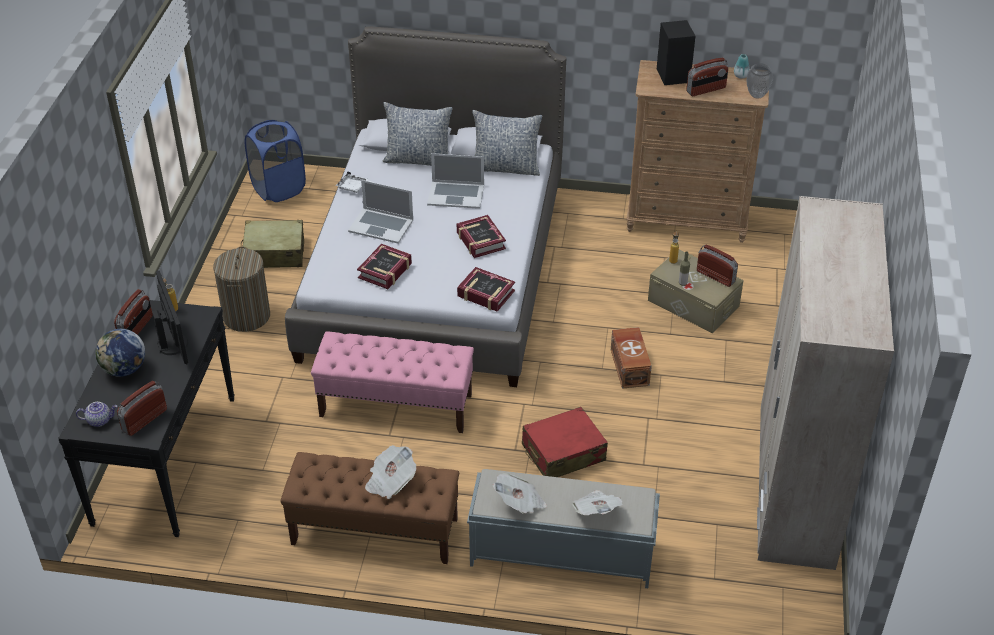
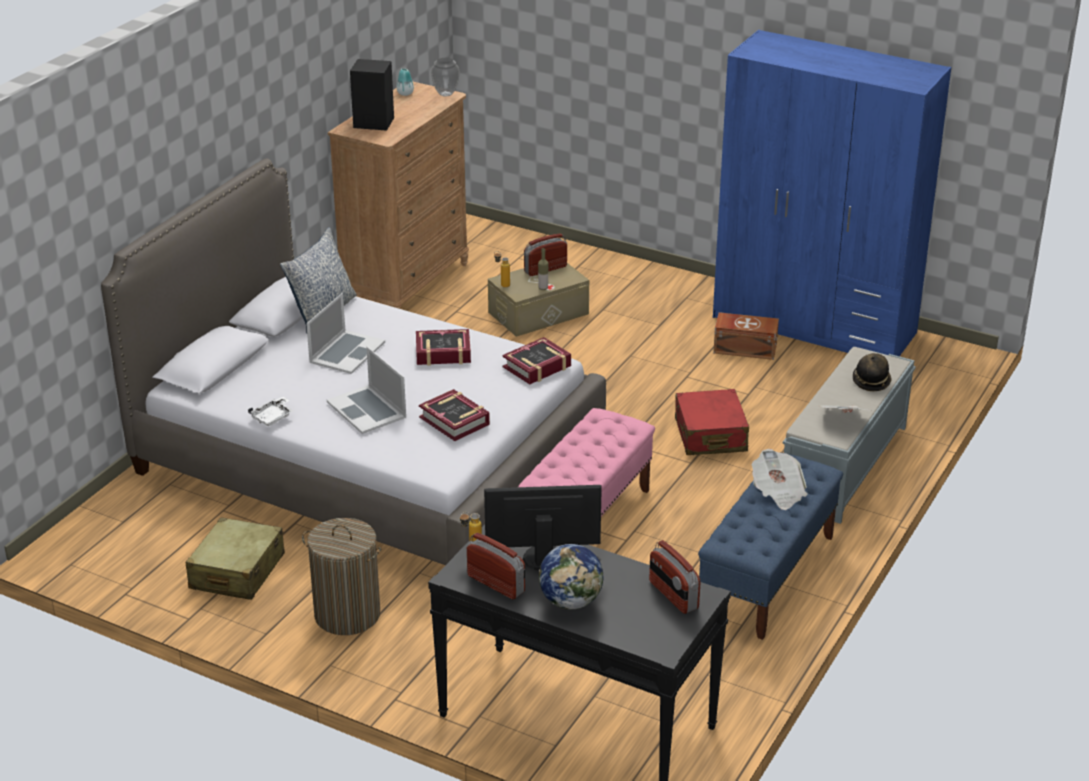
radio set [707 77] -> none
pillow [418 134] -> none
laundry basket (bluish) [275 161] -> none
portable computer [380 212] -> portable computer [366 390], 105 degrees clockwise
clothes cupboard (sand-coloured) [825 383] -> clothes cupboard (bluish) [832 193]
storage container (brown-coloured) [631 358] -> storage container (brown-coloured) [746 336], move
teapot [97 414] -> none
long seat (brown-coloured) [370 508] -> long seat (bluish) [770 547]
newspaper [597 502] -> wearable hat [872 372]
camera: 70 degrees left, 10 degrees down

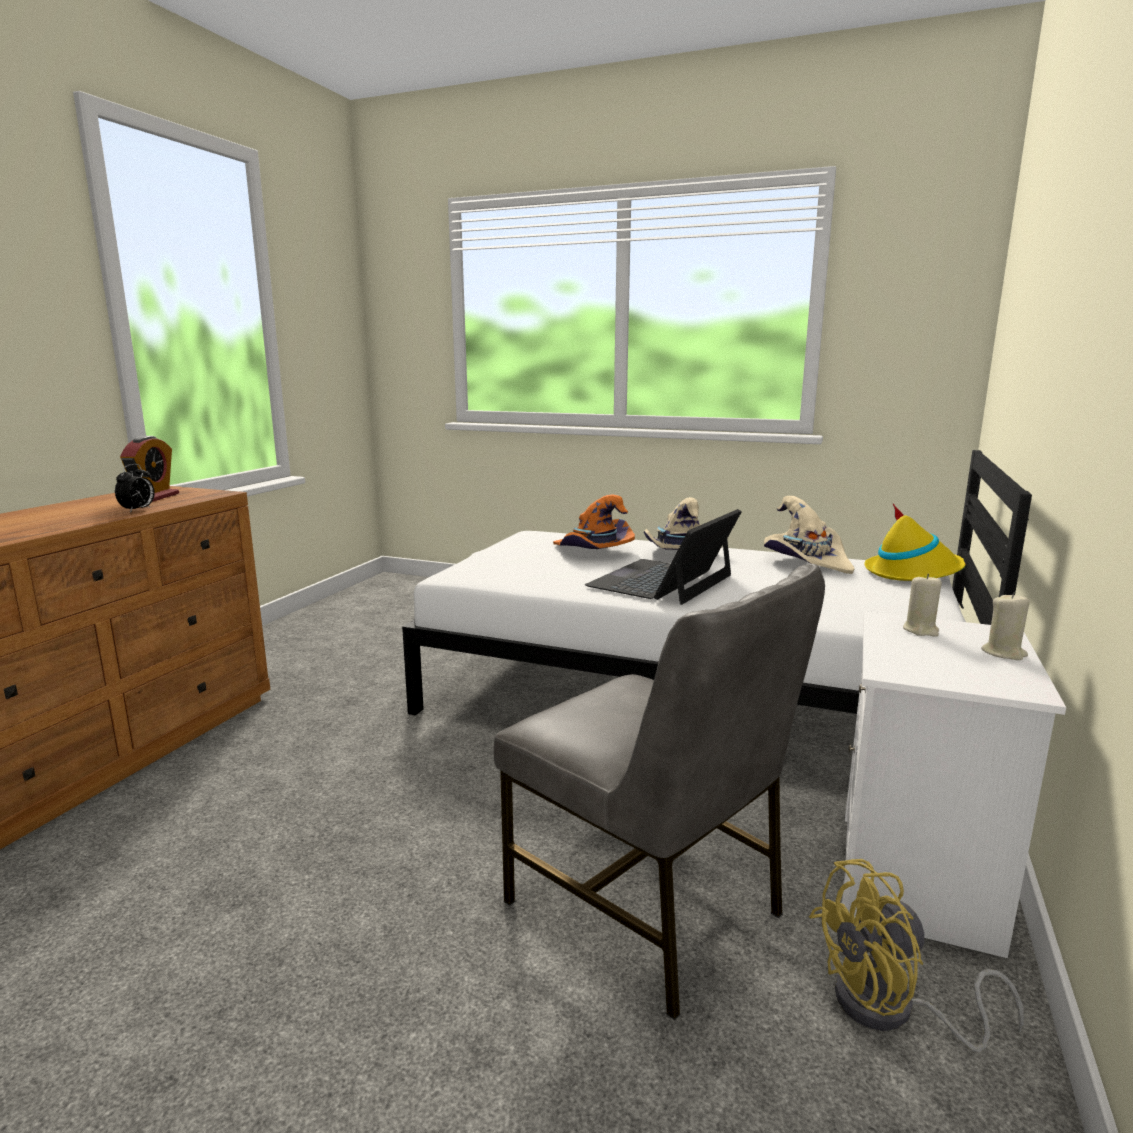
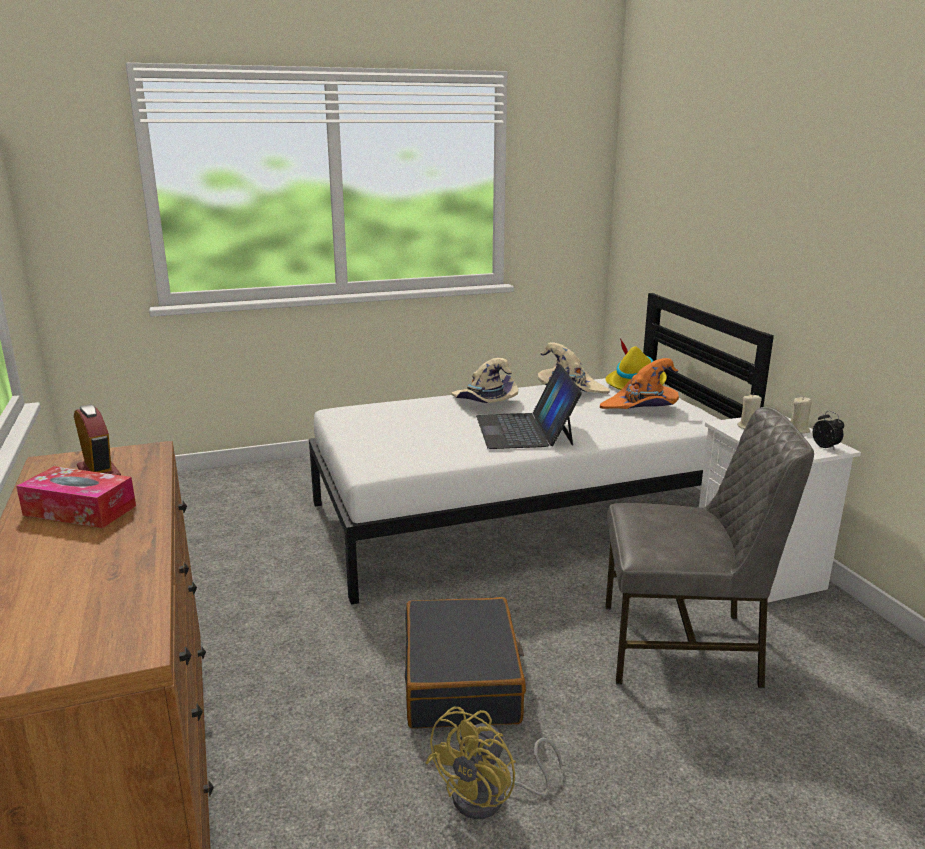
table clock [135 488] -> table clock [828 431], move
wearable hat (orange) [594 522] -> wearable hat (orange) [639 383], move
electric fan (yellow-coloured) [916 955] -> electric fan (yellow-coloured) [493 762], move
none -> box of tissues [76 497]
none -> piece of luggage (blackish) [465 662]
camera: 40 degrees left, 5 degrees up

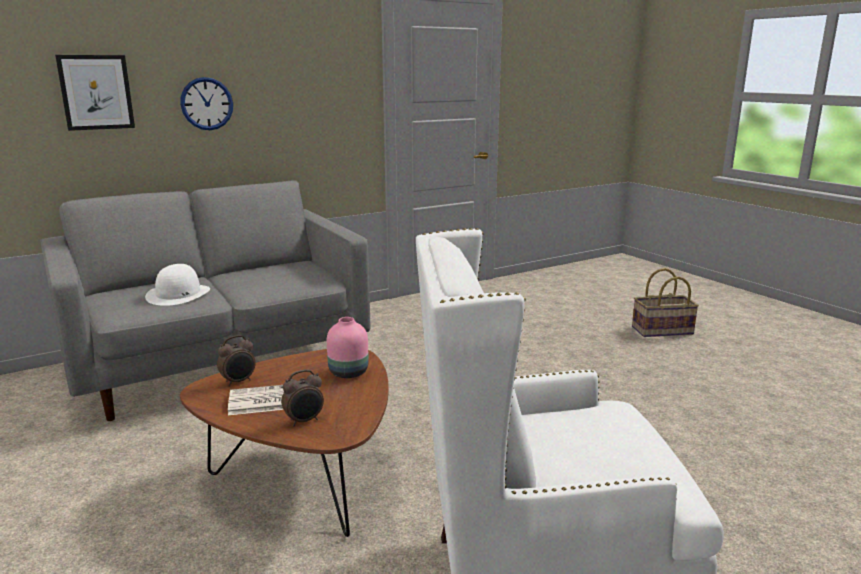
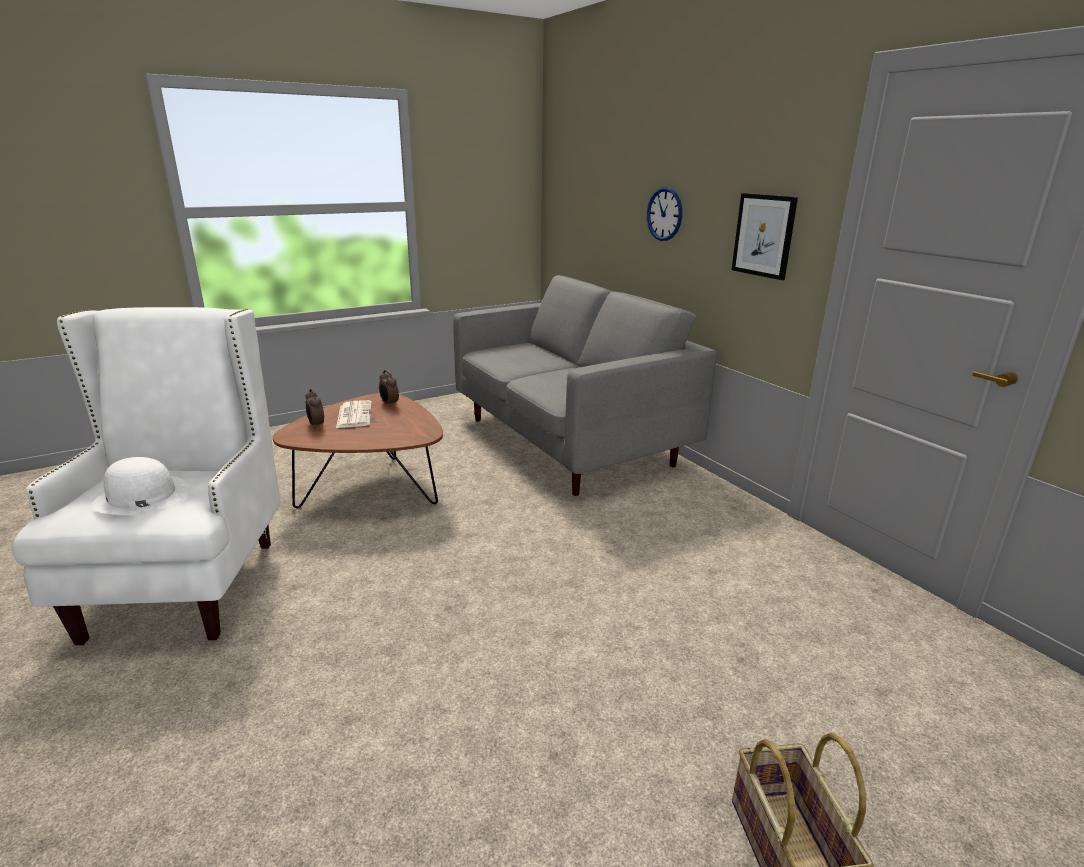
wall art [95 93] -> wall art [765 236], move
wearable hat (white-coloured) [177 285] -> wearable hat (white-coloured) [140 486], move
decorative vase (pink) [348 347] -> none
camera: 90 degrees right, 5 degrees up

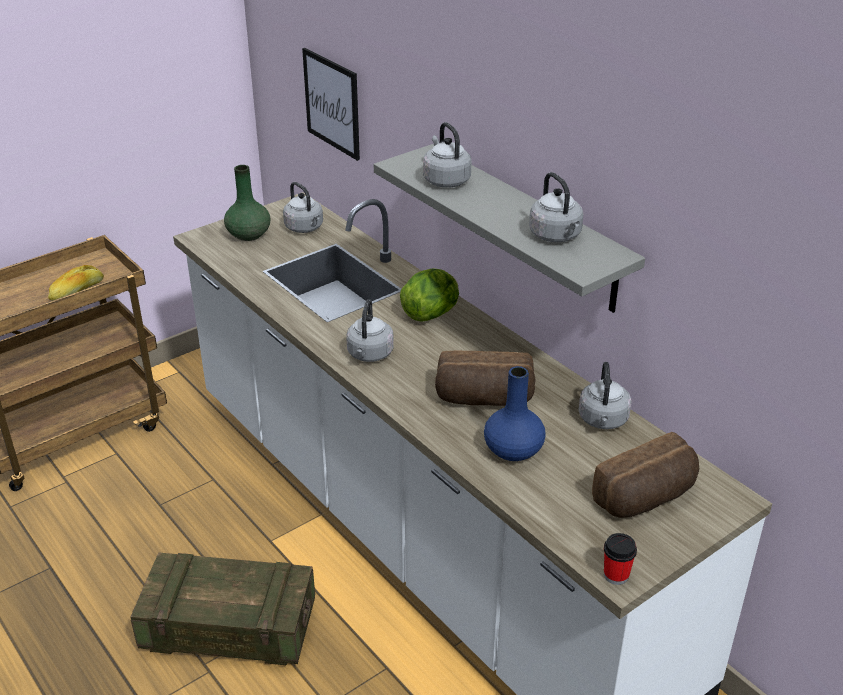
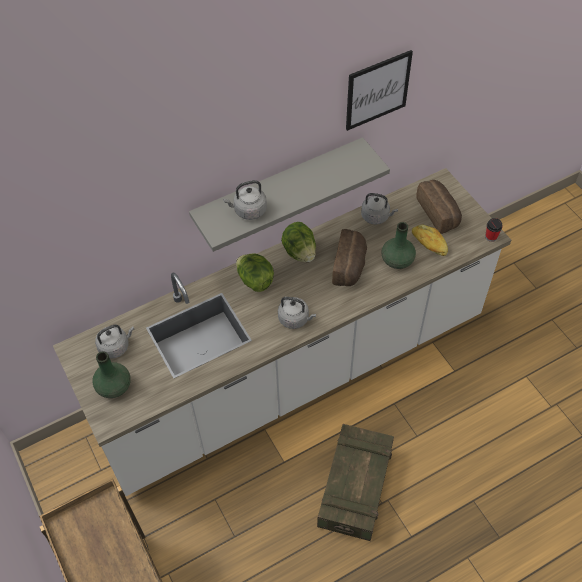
wall art [331 104] -> wall art [379 90], move
kettle (greyish) [556 207] -> none
bakery bread [76 283] -> bakery bread [430 240], move
decorative vase (bluish) [515 413] -> decorative vase (greenish) [398 245]
none -> head of lettuce [298 242]
camera: 80 degrees left, 20 degrees up

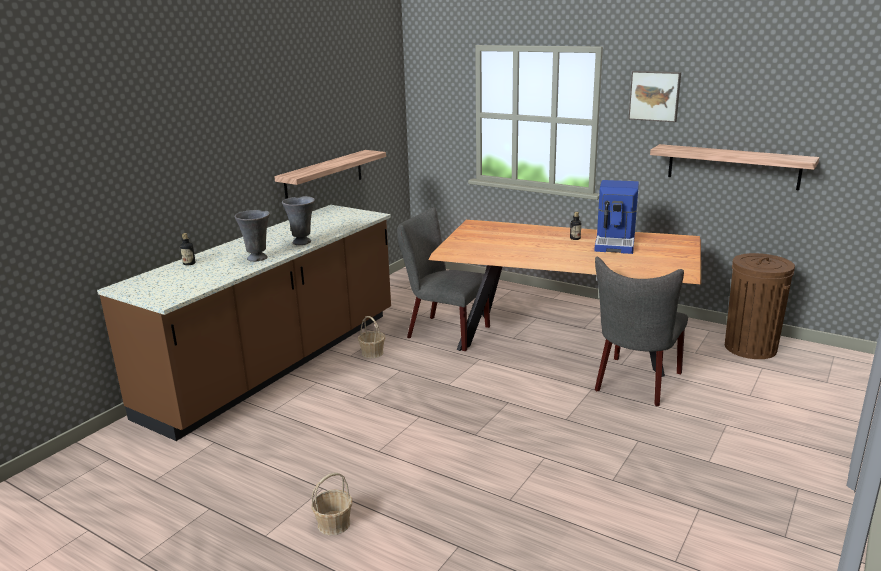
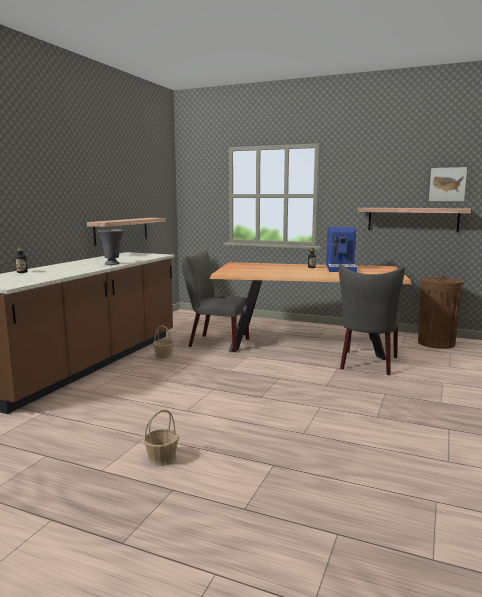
wall art [655 96] -> wall art [448 184], move
decorative vase (greyish) [252 236] -> none
camera: 10 degrees left, 10 degrees down

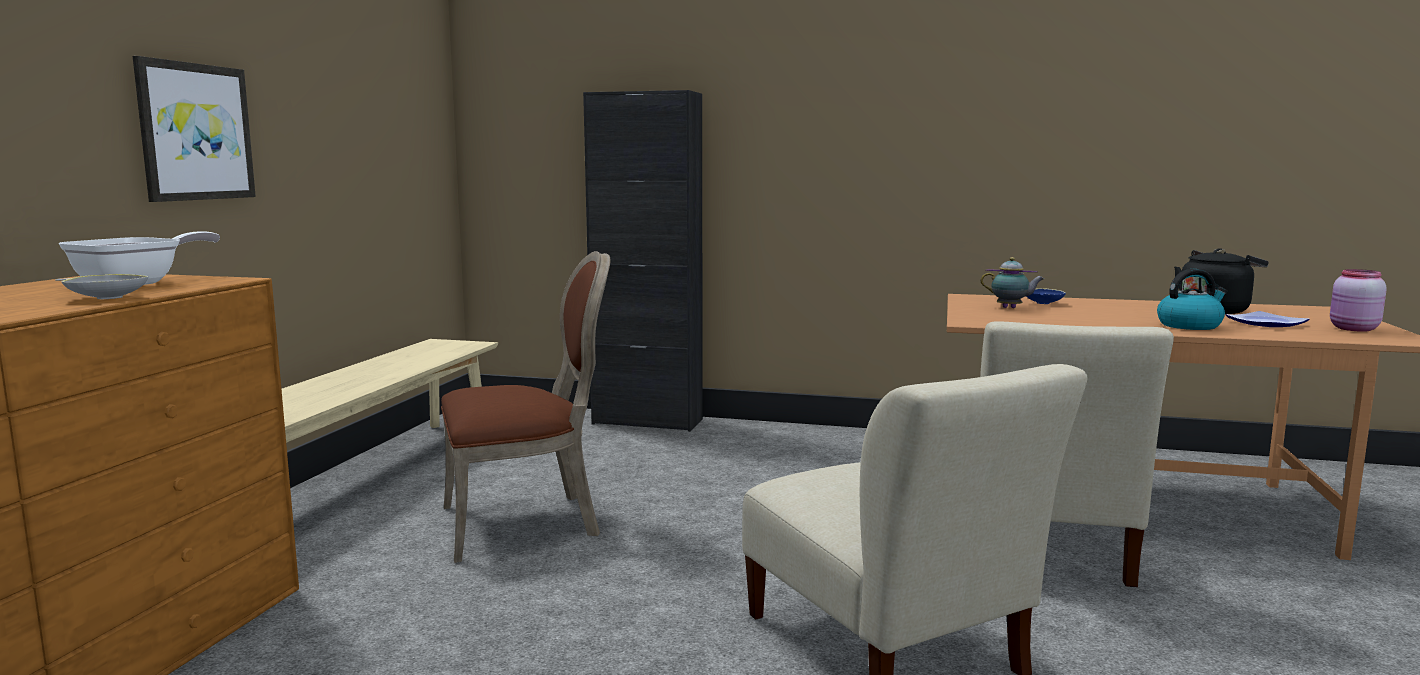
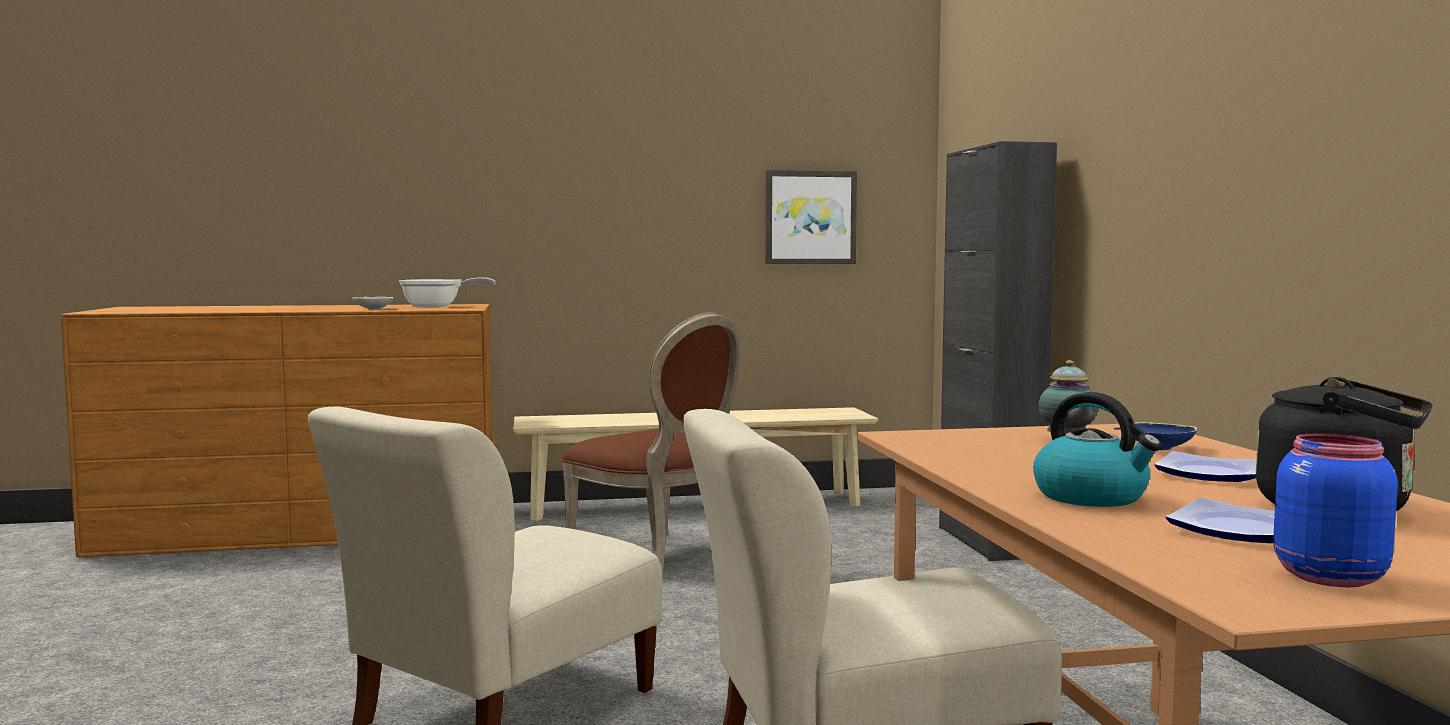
wall art [194 129] -> wall art [811 217], move
jar (pink) [1358 300] -> jar (bluish) [1335 510]
none -> dinner plate [1205 466]
camera: 65 degrees right, 5 degrees down

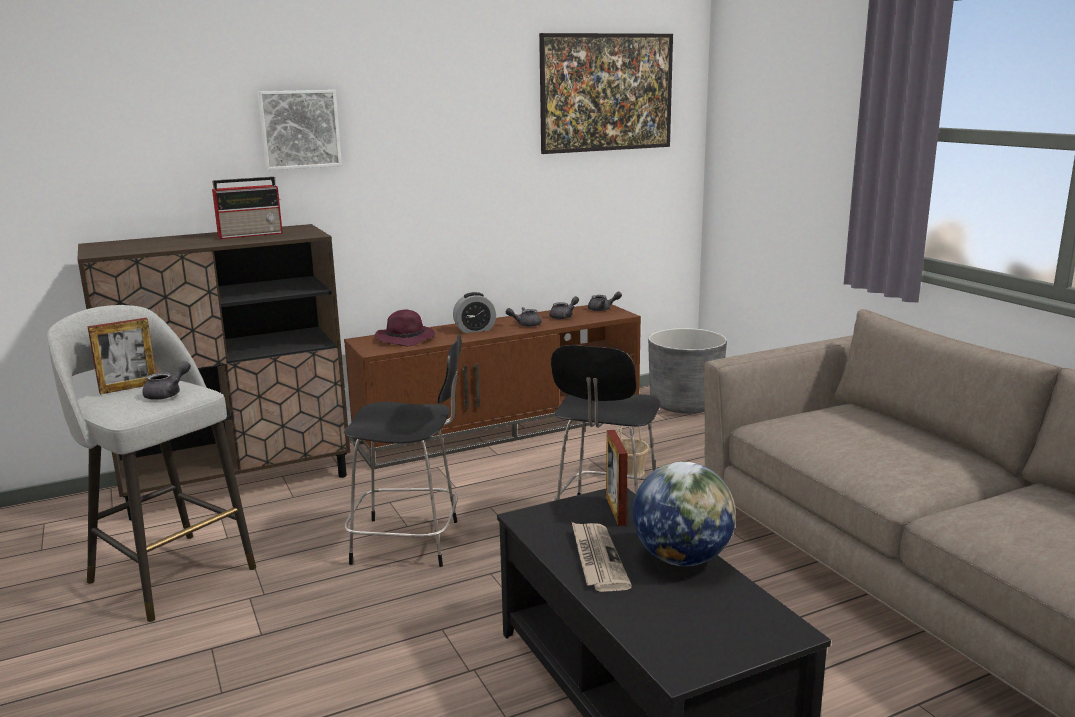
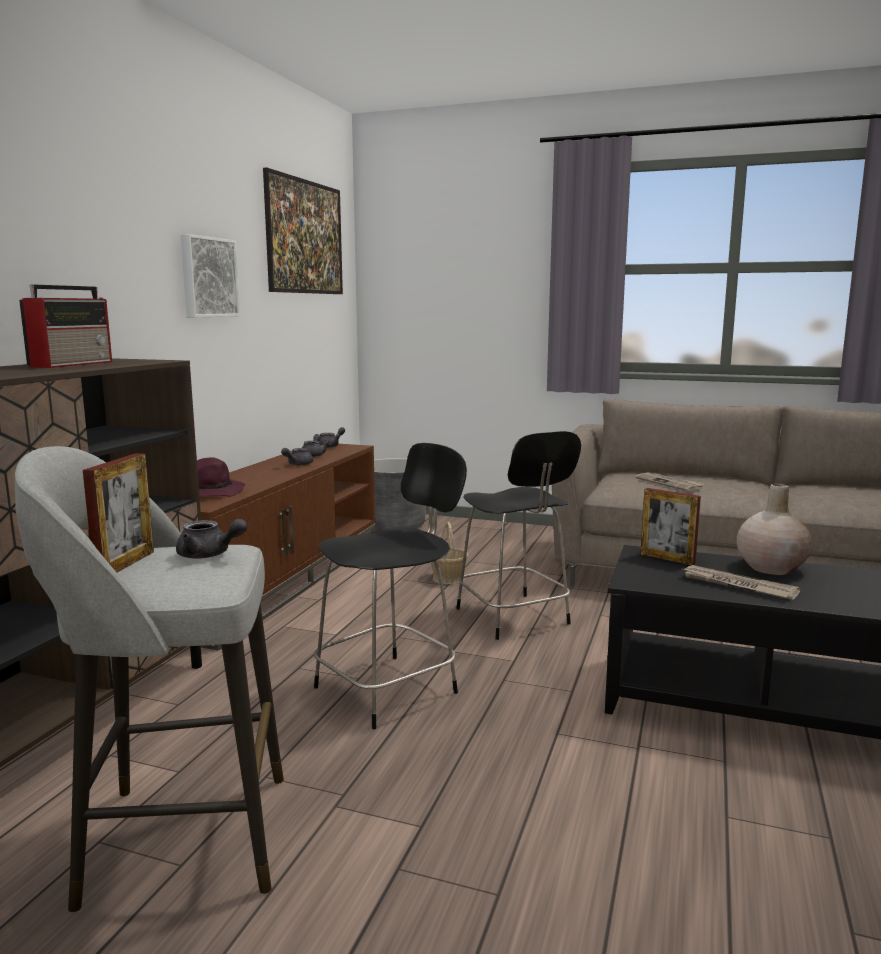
wall art [299 130] -> wall art [210 275], move
table clock [474 312] -> none
teapot (greyish) [166 380] -> teapot (greyish) [212 539], 120 degrees clockwise
world globe [684 514] -> decorative vase (sand-coloured) [774 529]
none -> newspaper [670 482]
camera: 45 degrees left, 5 degrees down

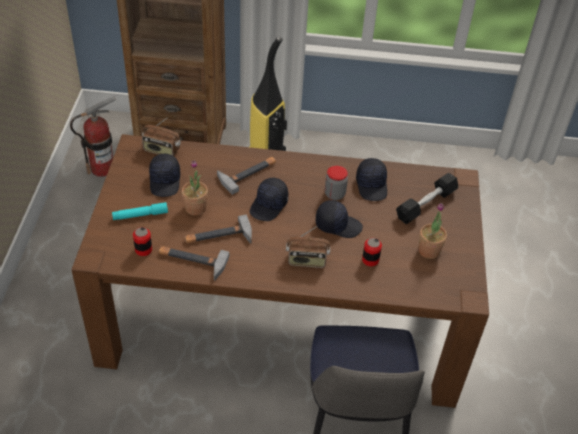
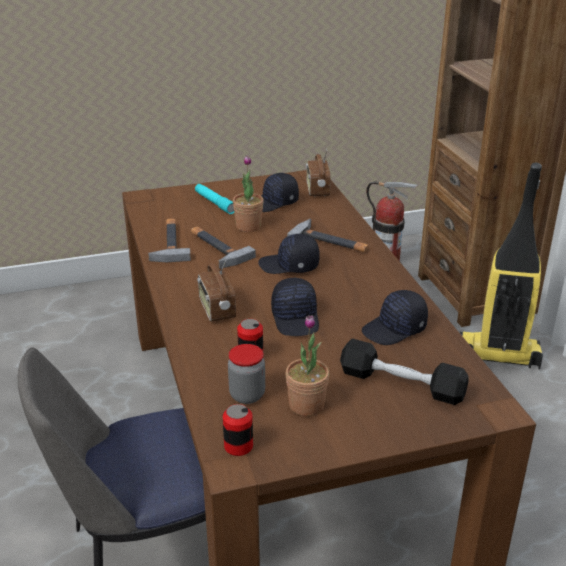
jar [336 183] -> jar [246 374], move
can [142 241] -> can [238 430], move
camera: 70 degrees right, 15 degrees down

